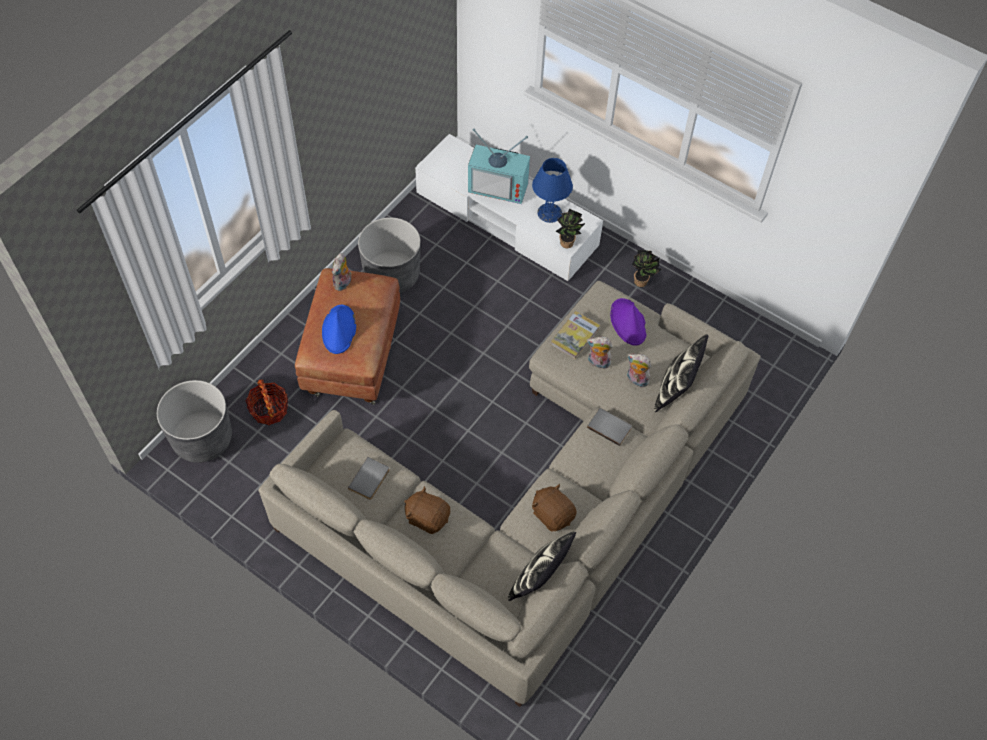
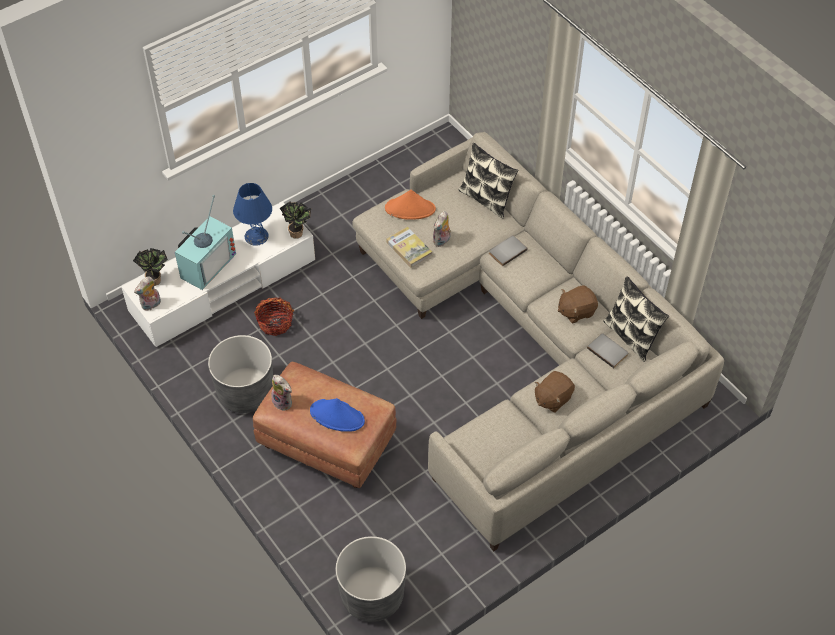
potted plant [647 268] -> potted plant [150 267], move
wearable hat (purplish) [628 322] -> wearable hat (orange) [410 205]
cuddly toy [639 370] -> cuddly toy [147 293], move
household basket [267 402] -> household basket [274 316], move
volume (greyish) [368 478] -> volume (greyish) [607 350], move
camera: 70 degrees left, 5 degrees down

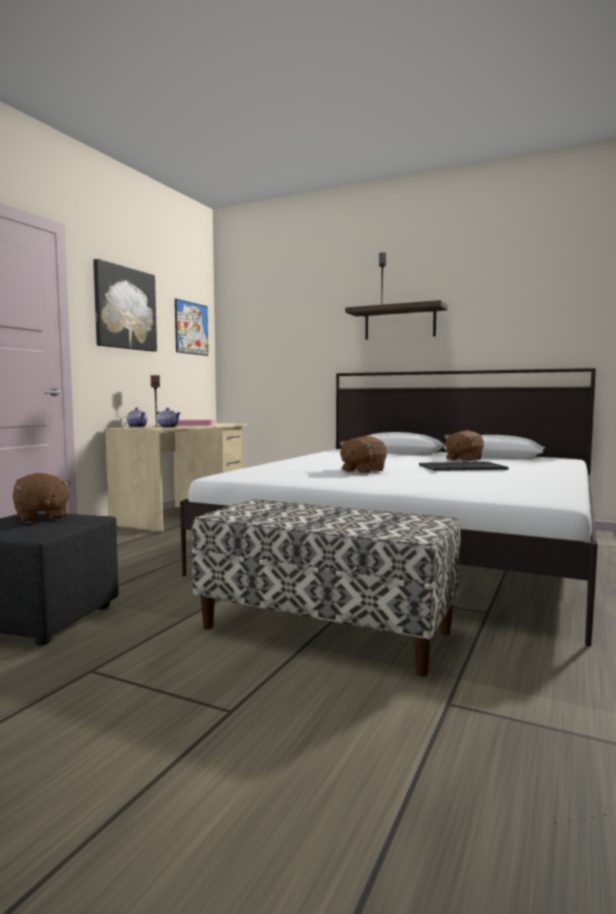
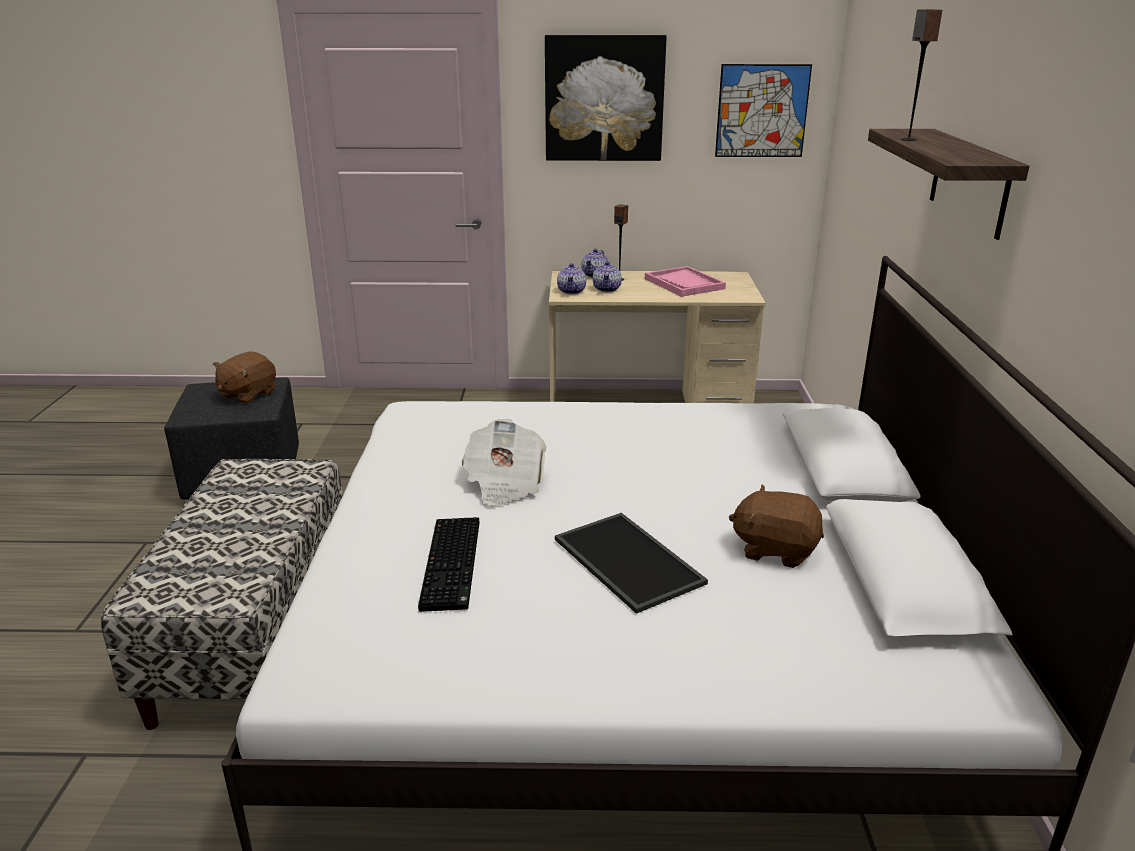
cuddly toy (brown-coloured) [363 455] -> newspaper [503 462]
none -> teapot [571 278]
none -> keyboard [449 564]
camera: 65 degrees right, 20 degrees up

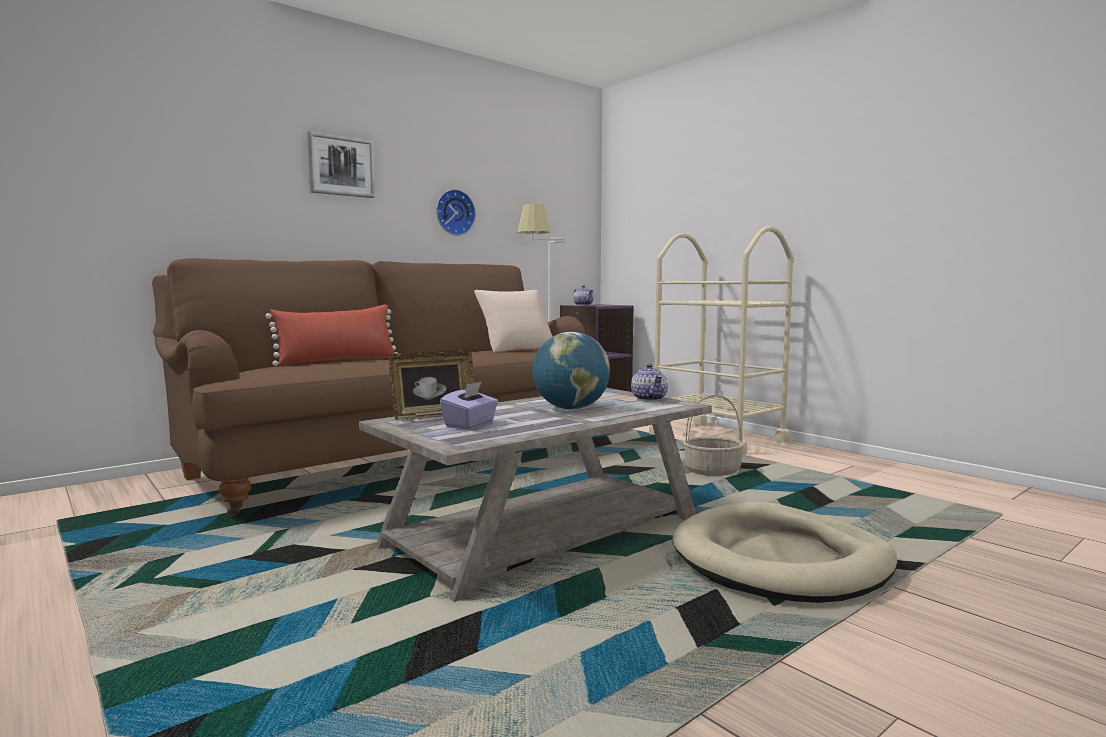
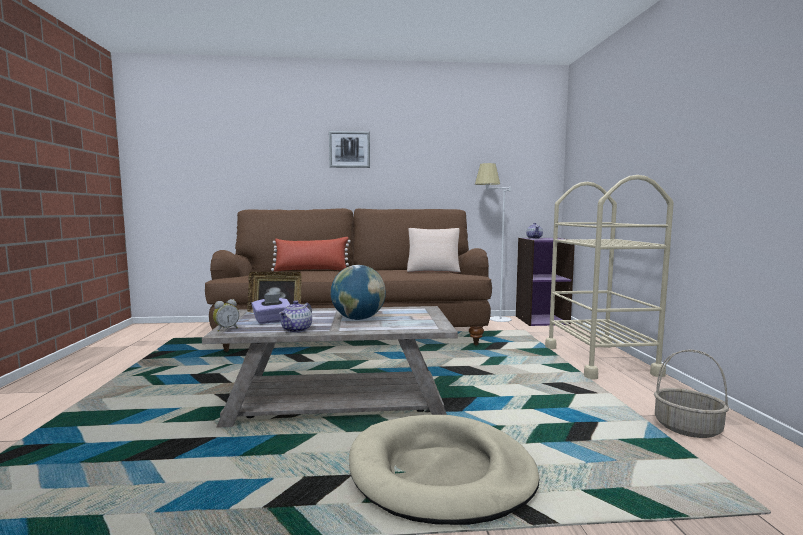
clock on the wall [456 212] -> none
teapot [649 382] -> teapot [295 317], move
household basket [713 435] -> household basket [691 393], move
none -> table clock [226 315]
camera: 35 degrees right, 0 degrees up

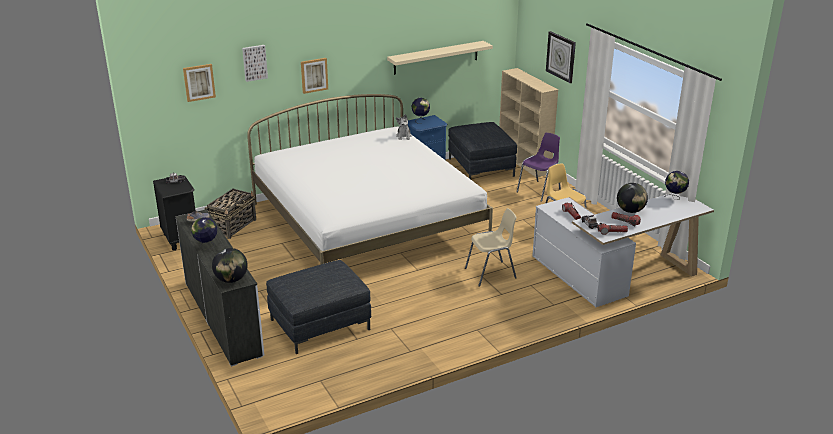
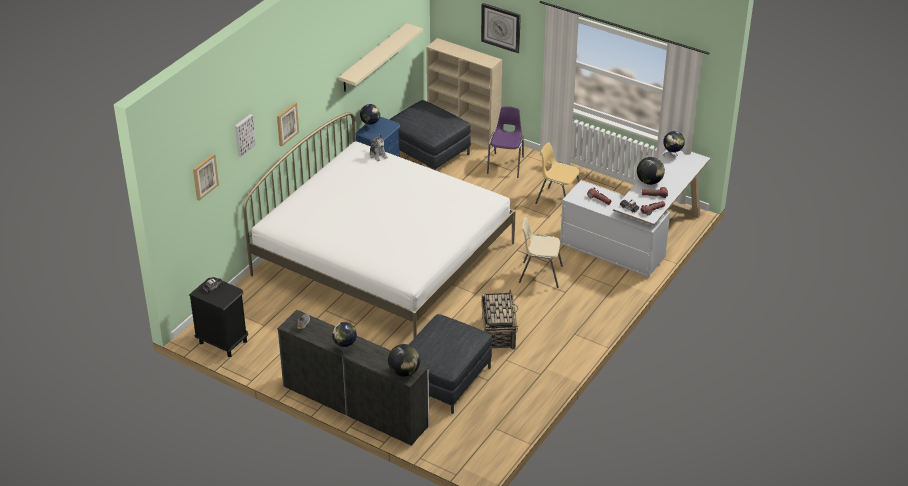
household basket [230 213] -> household basket [499 319], move
upright chair (sand-coloured) [491 247] -> upright chair (sand-coloured) [541 252], 120 degrees counterclockwise
camera: 30 degrees left, 10 degrees up

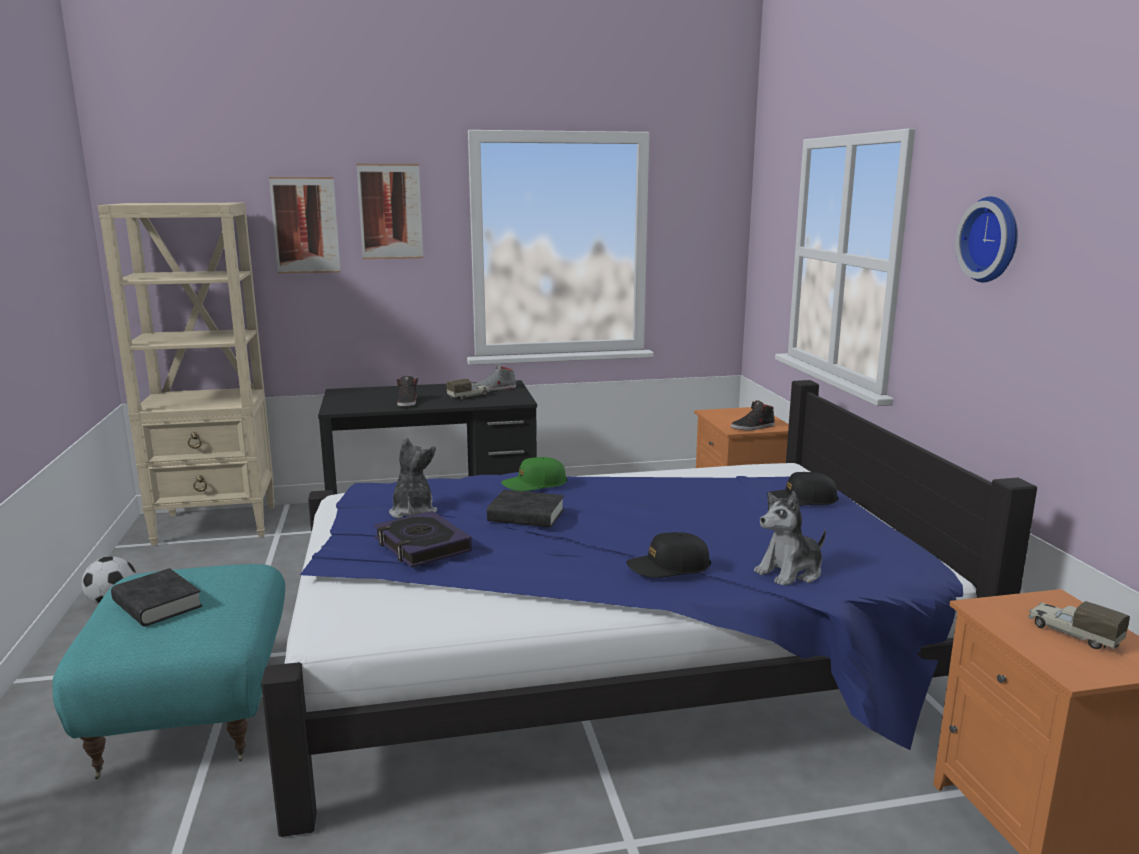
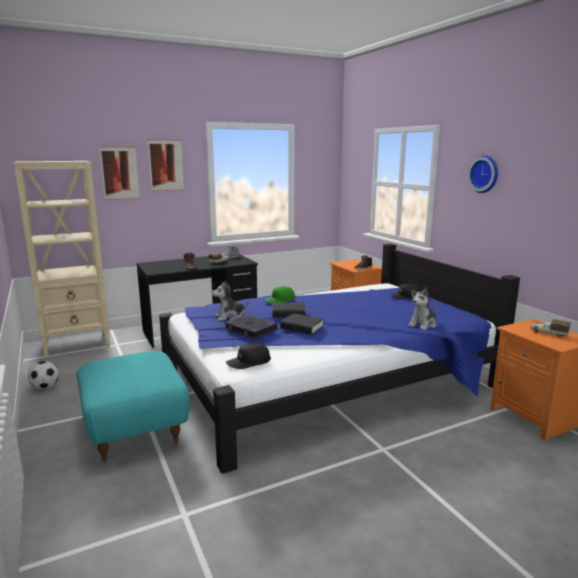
cuddly toy [413 478] -> cuddly toy [230 301], 90 degrees counterclockwise
cap (blackish) [668 555] -> cap (blackish) [248 356], move
volume (blackish) [156 597] -> volume (blackish) [302 324], move
camera: 15 degrees left, 0 degrees up

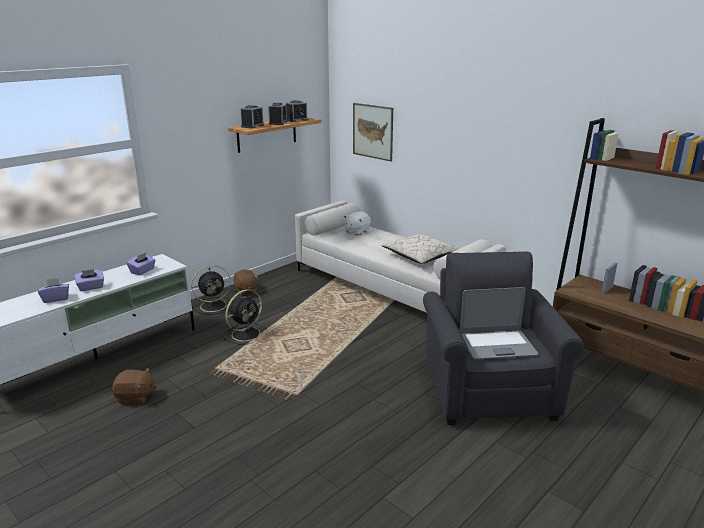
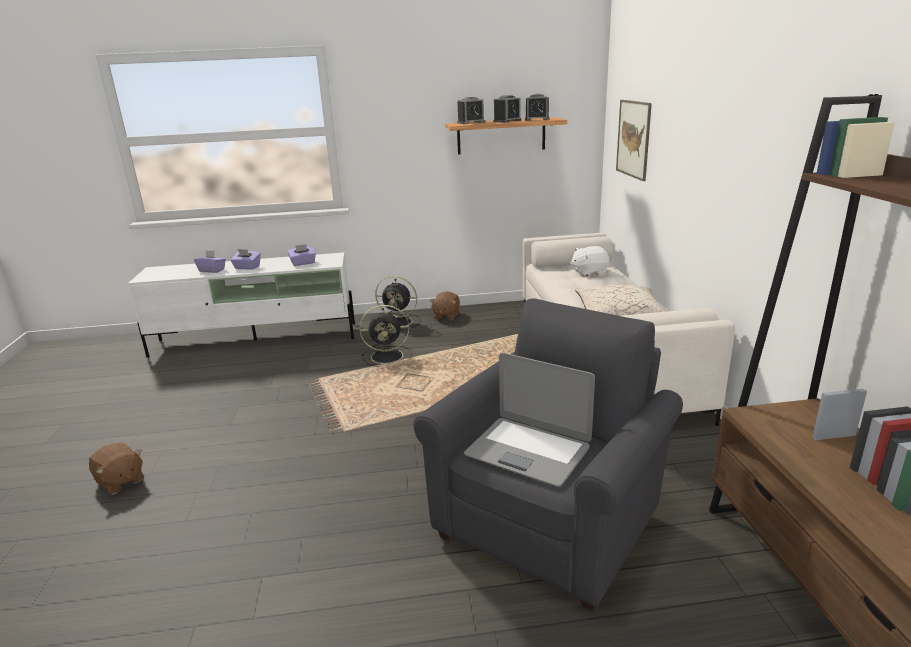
cuddly toy (brown-coloured) [134 386] -> cuddly toy (brown-coloured) [116 468], move
camera: 40 degrees right, 0 degrees up

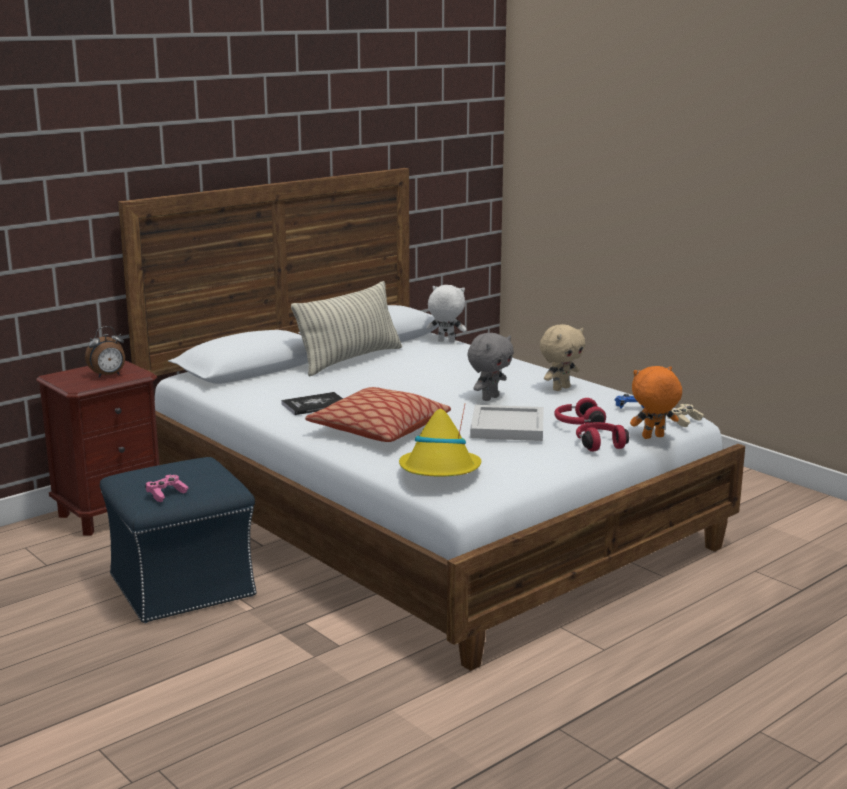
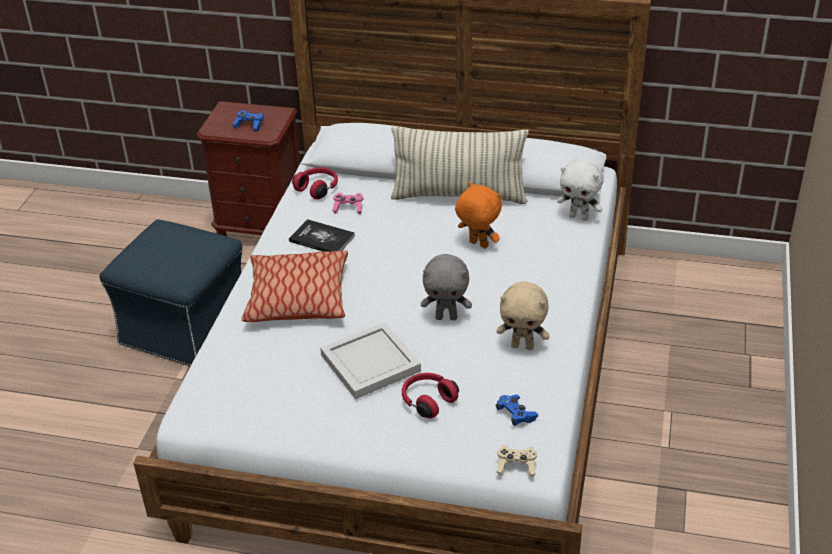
cuddly toy (white-coloured) [447 314] -> cuddly toy (white-coloured) [580 189], 135 degrees clockwise
table clock [105 352] -> gamepad (bluish) [248 121]
cuddly toy (orange) [656 402] -> cuddly toy (orange) [478 215], move
wearable hat (yellow-coloured) [440 440] -> none
pair of headphones (red) [602 437] -> pair of headphones (red) [315 183], move
gamepad (pink) [166 488] -> gamepad (pink) [348 203], move
camera: 55 degrees right, 20 degrees up

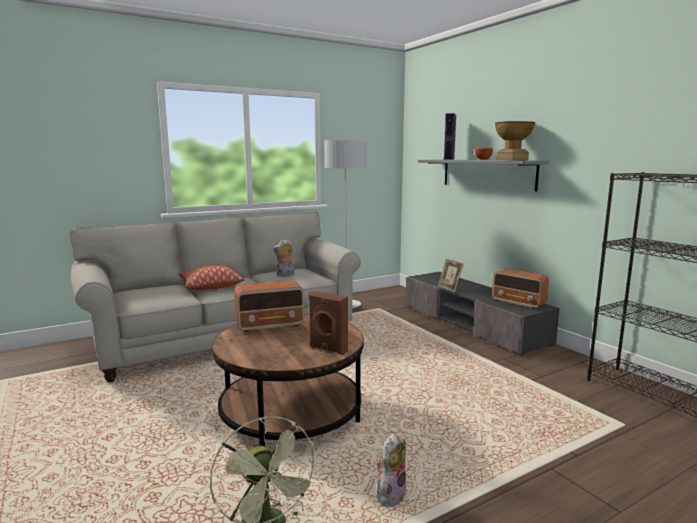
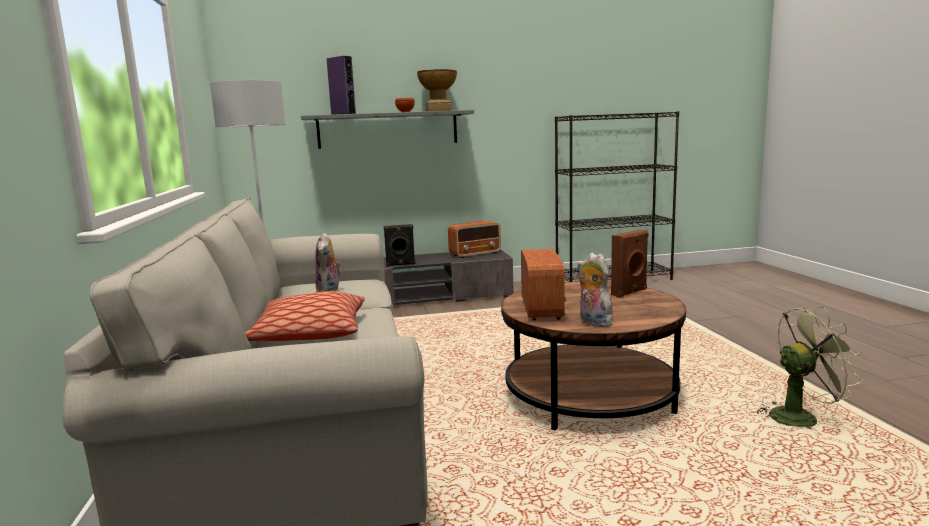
photo frame [450 275] -> audio speaker (blackish) [399 245]
cuddly toy [391 471] -> cuddly toy [595 290], move
camera: 70 degrees left, 0 degrees up

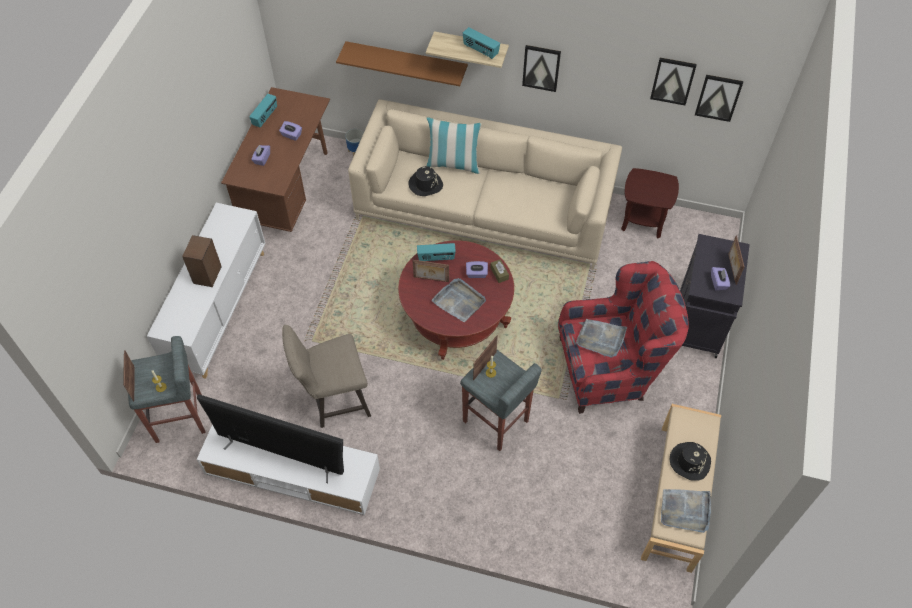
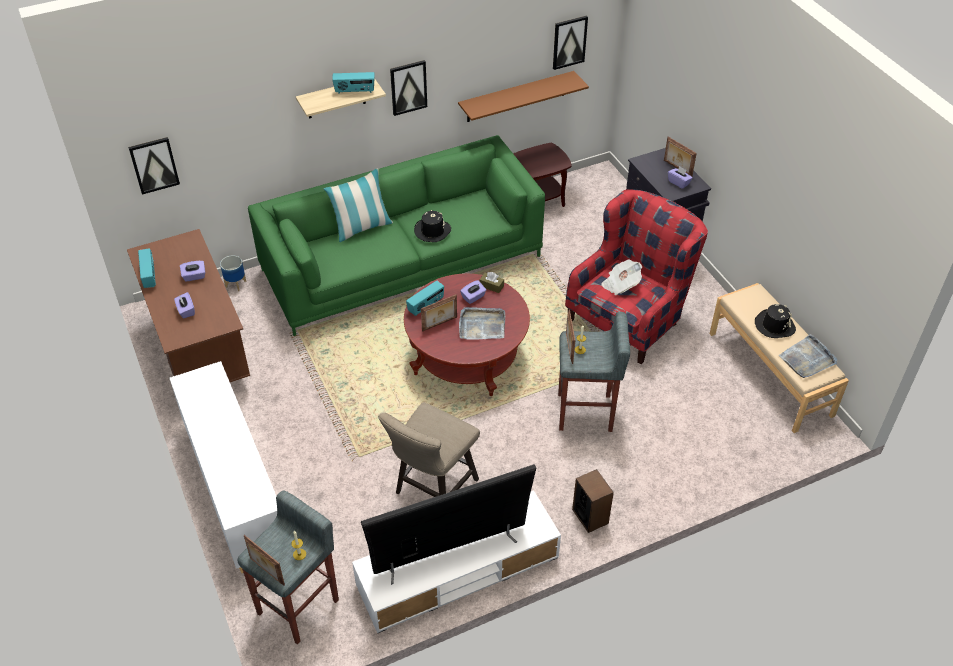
wall shelf (brown-coloured) [402 63] -> wall shelf (brown-coloured) [523 96], move
wall art [673 81] -> wall art [154 166], move
sofa (sand-coloured) [485 184] -> sofa (greenish) [396 235]
wearable hat (blackish) [426 181] -> wearable hat (blackish) [432 226], move
audio speaker [202 261] -> audio speaker [593 501], move
serving tray (greyish) [601 338] -> newspaper [621 277]
camera: 40 degrees left, 10 degrees down

